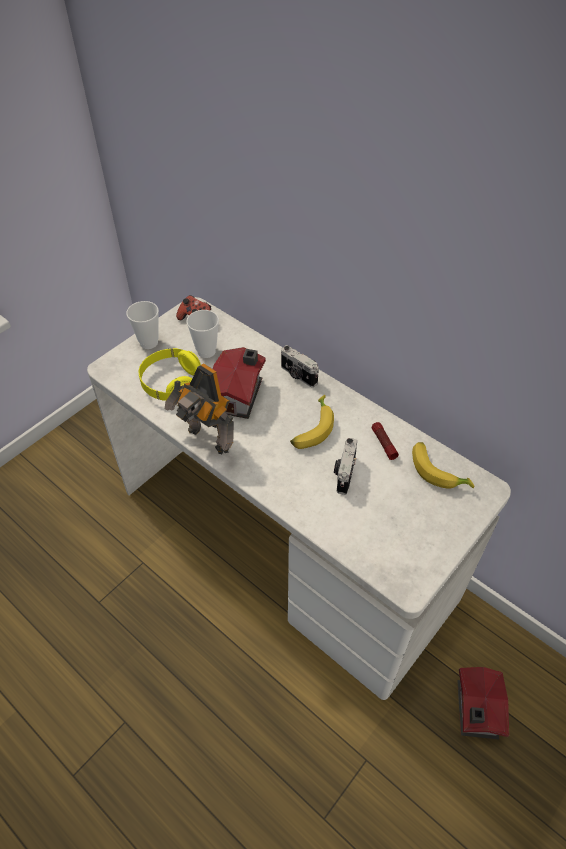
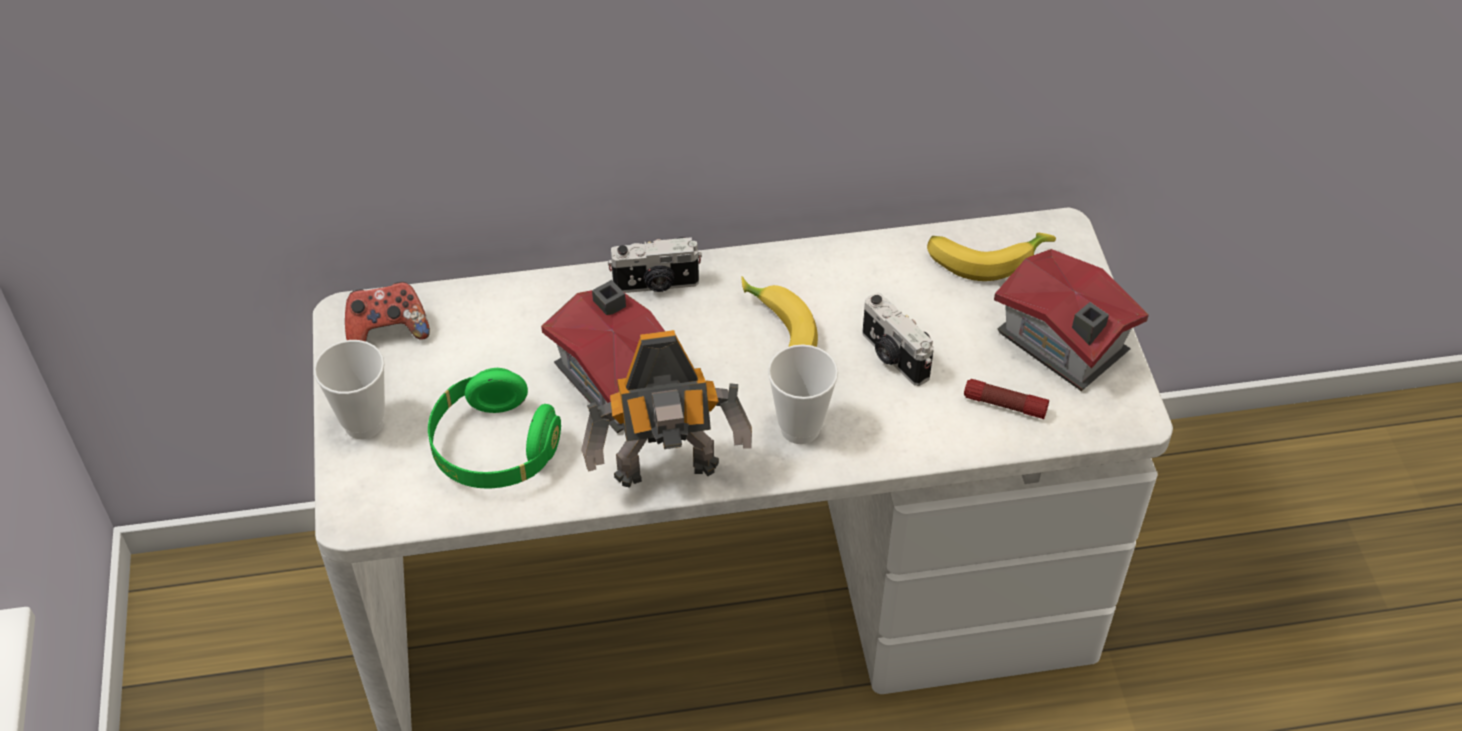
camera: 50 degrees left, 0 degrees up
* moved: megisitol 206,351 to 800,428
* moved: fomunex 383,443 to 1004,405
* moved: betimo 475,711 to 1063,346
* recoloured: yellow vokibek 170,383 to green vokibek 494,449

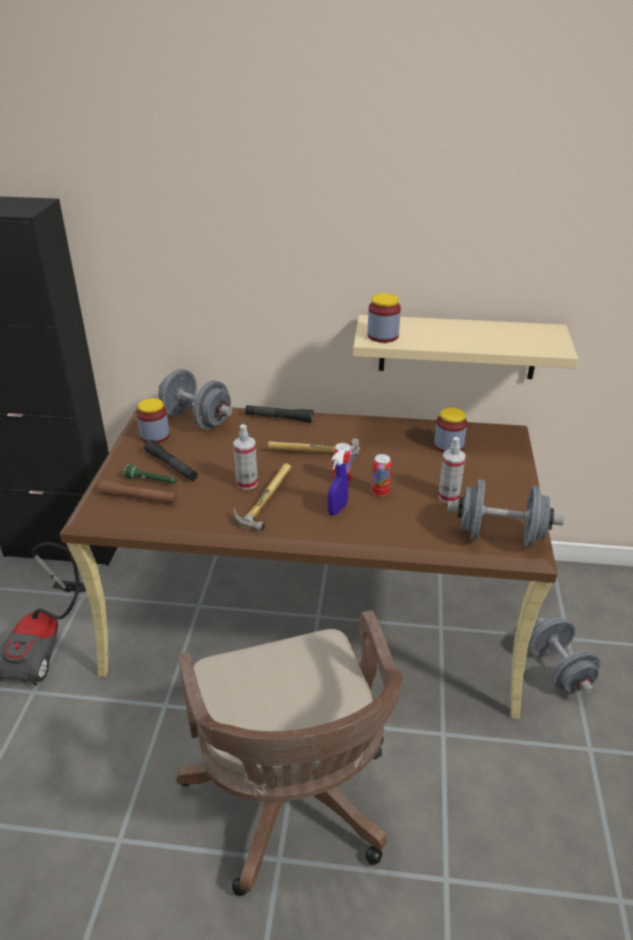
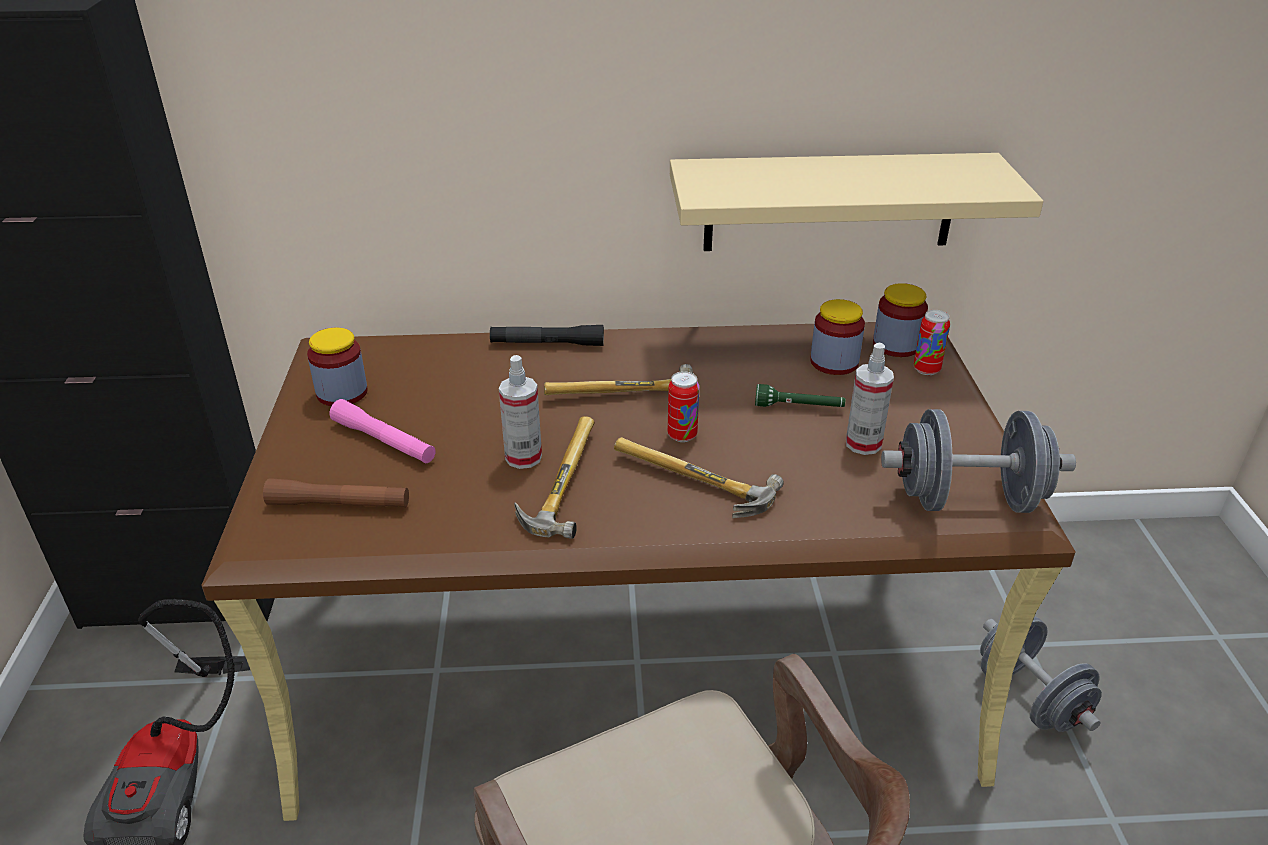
camera: 10 degrees left, 0 degrees up
* removed: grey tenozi 196,419
* moved: green fomunex 151,481 to 799,407
* moved: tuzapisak 383,336 to 896,345
* moved: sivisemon 380,492 to 926,369
* replaced: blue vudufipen 337,509 to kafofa 690,485
* recoloured: black fomunex 171,466 to pink fomunex 384,441

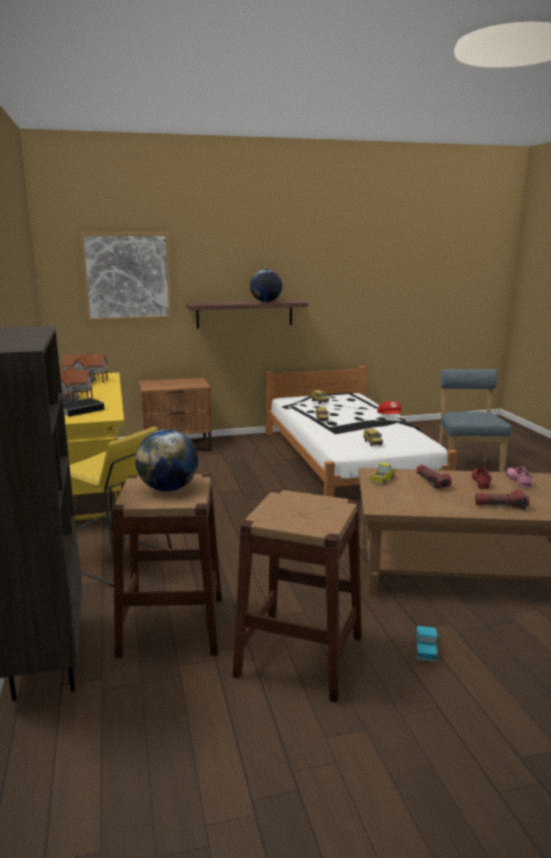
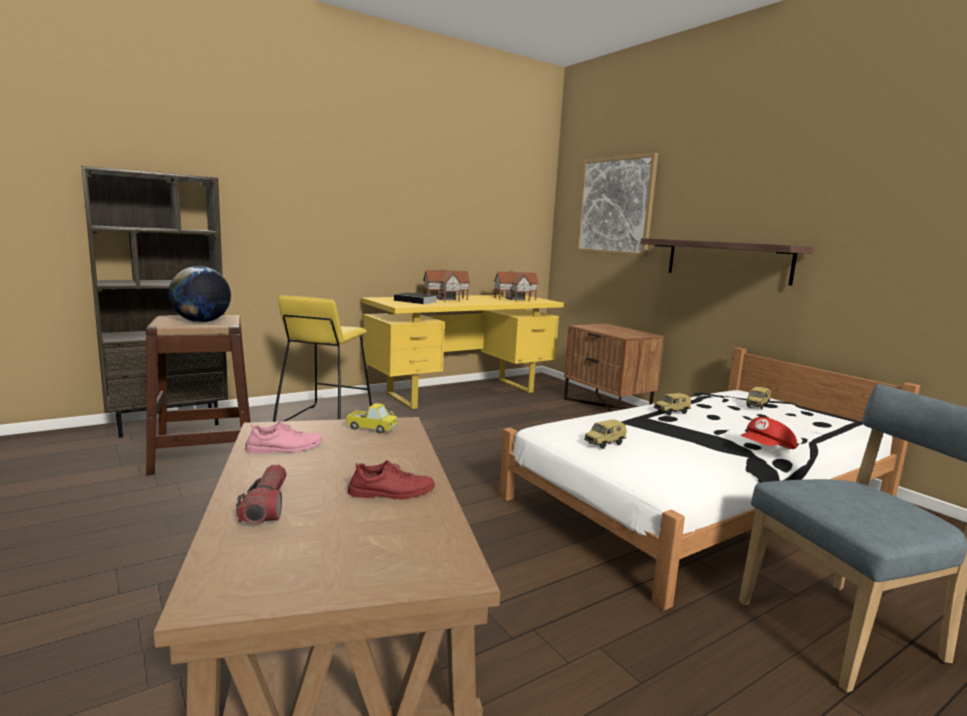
camera: 70 degrees right, 5 degrees down
* removed: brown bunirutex 300,656
* removed: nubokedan 266,302
* removed: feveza 426,650
* removed: fomunex 431,482
* moved: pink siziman 518,481 to 284,448

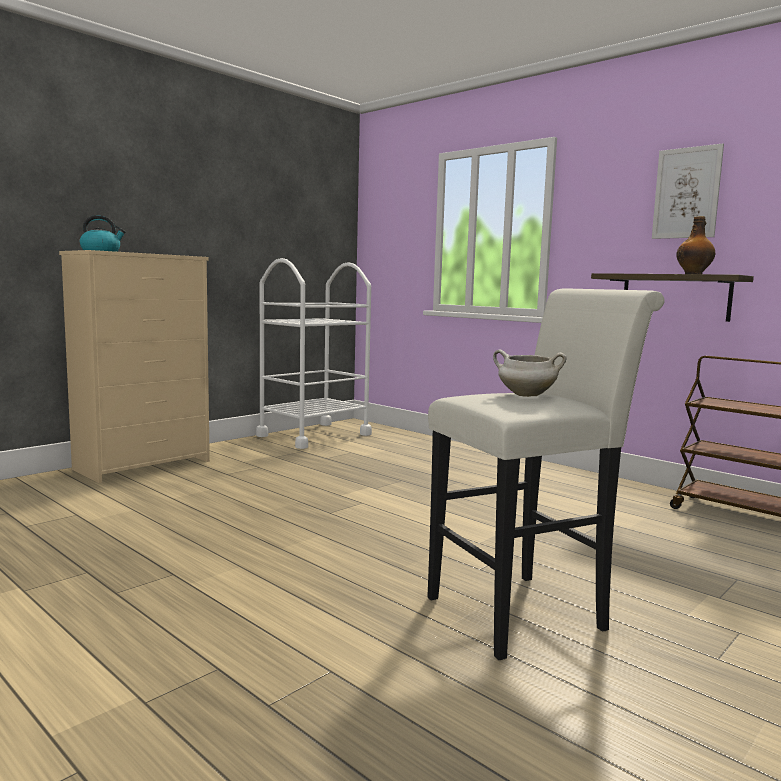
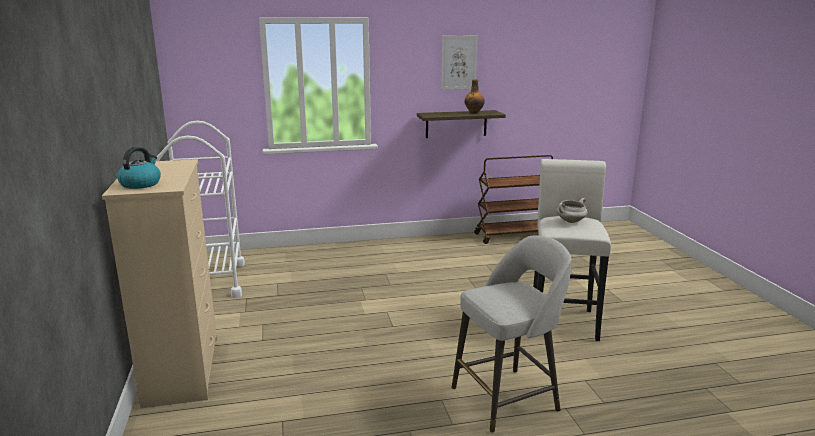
camera: 55 degrees left, 10 degrees up
* added: grey bunirutex 507,398

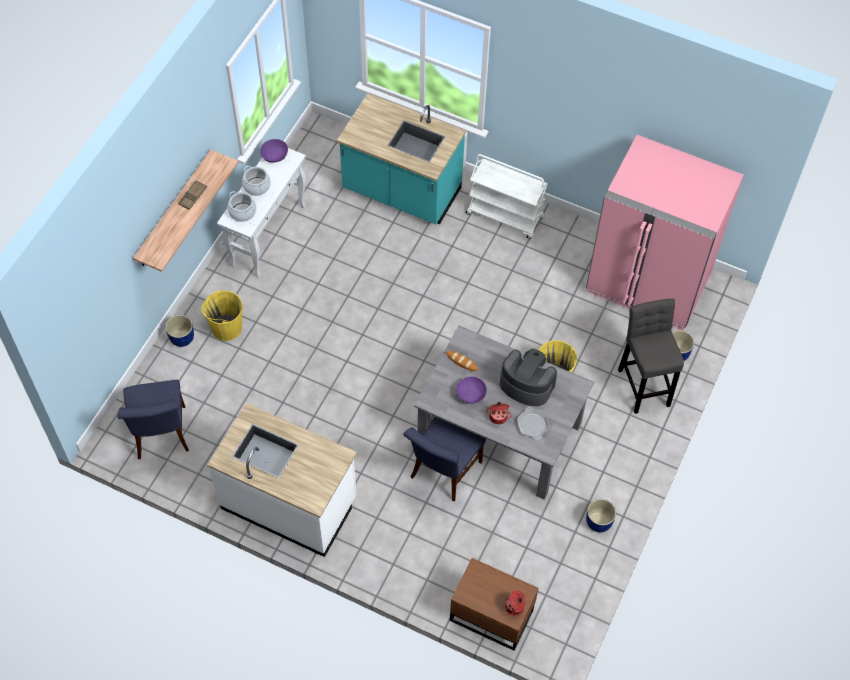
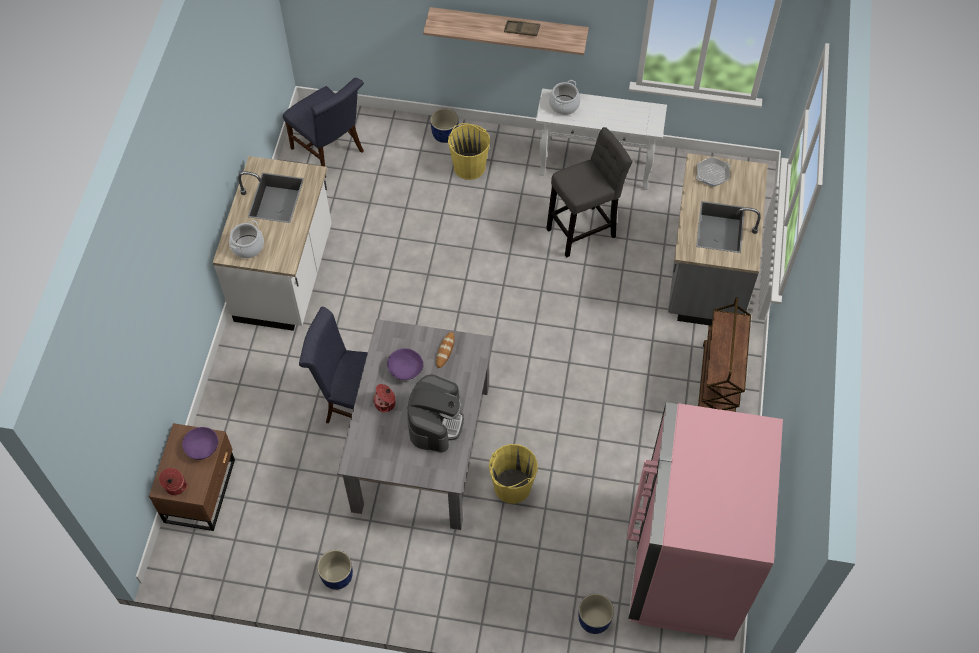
camera: 75 degrees right, 0 degrees up
* moved: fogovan 257,186 to 248,246
* moved: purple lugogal 274,155 to 203,448
* moved: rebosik 533,425 to 712,174
* moved: grey bunirutex 643,384 to 584,230
* recoloured: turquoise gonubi 401,191 to grey gonubi 706,272
* recoloured: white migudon 505,216 to brown migudon 718,384
* turned: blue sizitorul 161,436 = 330,152 105 degrees counterclockwise

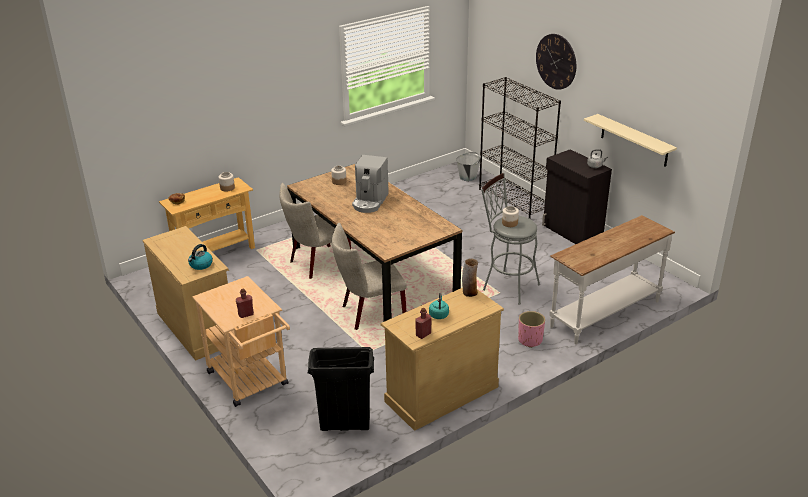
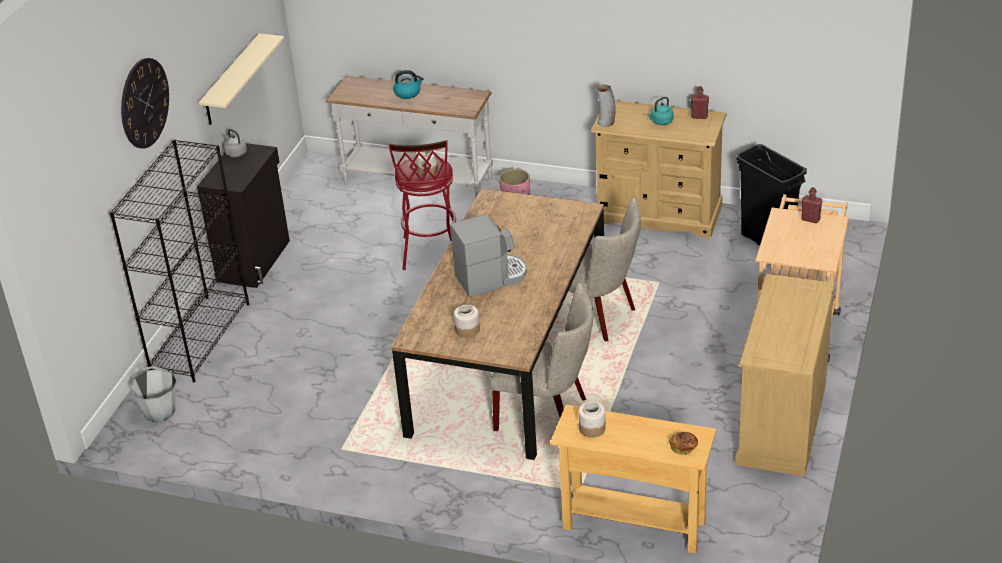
camera: 125 degrees left, 5 degrees up
* moved: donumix 201,265 to 408,93
* recoloured: grey bunirutex 507,285 to red bunirutex 431,255

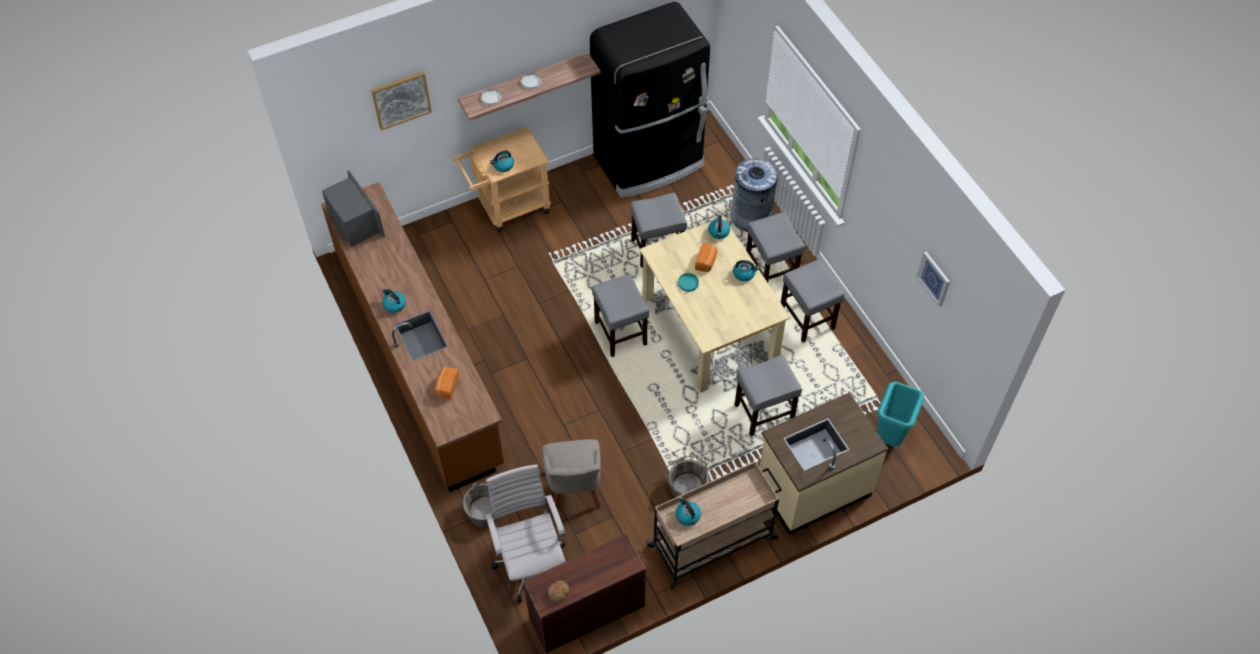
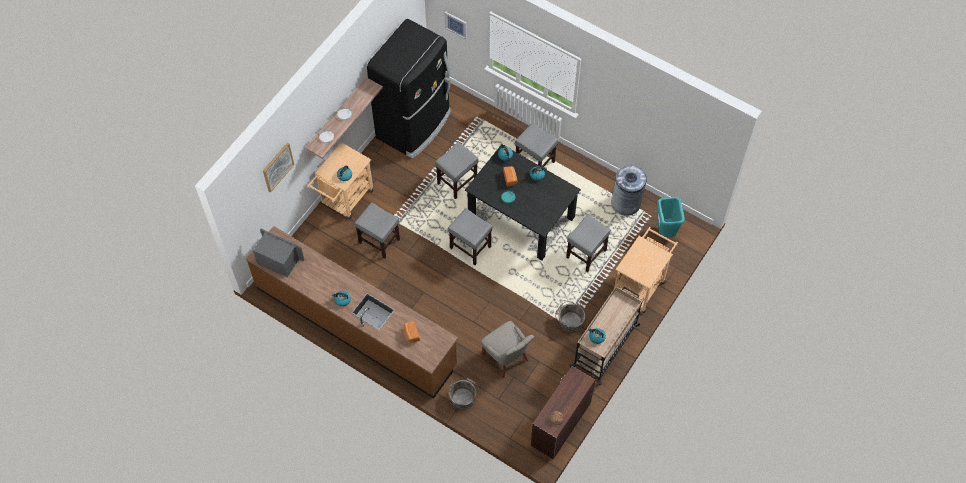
camera: 30 degrees left, 5 degrees up
* removed: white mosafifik 531,562
* moved: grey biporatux 751,217 to 626,203
* moved: grey bunirutex 807,319 to 379,241
* moved: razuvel 934,278 to 456,24
* replaced: beige gonubi 812,488 to beige migudon 641,284
* recoloured: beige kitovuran 710,327 to black kitovuran 522,216

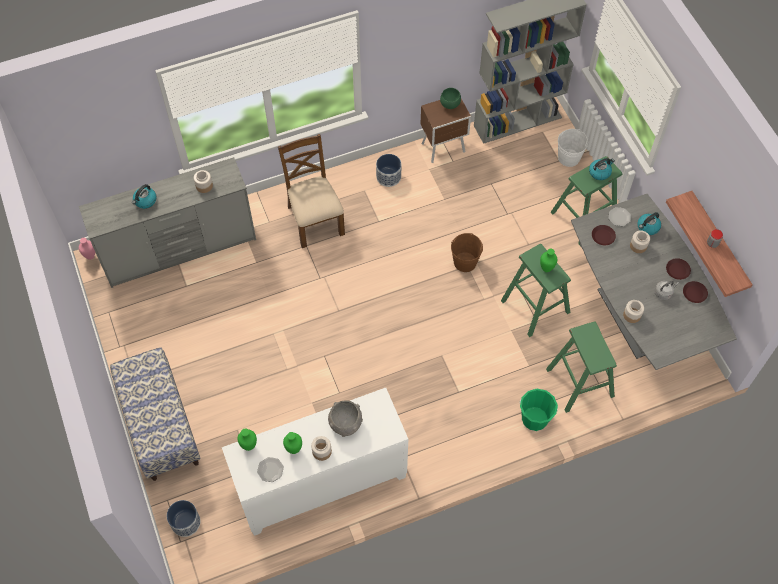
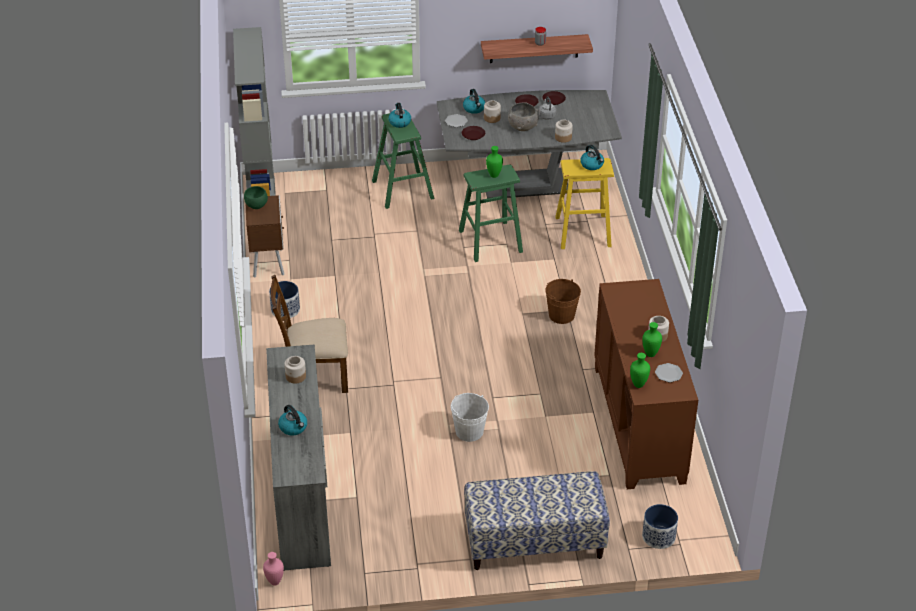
camera: 75 degrees left, 20 degrees down
* removed: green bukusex 534,418
* added: donumix 592,165
* moved: grey lugogal 345,424 to 523,127
* moved: brown bukusex 465,262 to 561,315
* moved: white bukusex 569,157 to 469,431
* recoloured: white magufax 321,483 to brown magufax 639,424
* recoloured: green bunirutex 580,382 to yellow bunirutex 582,232

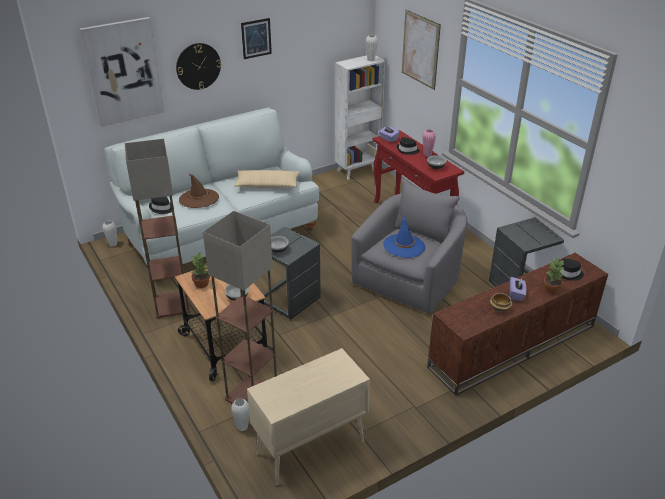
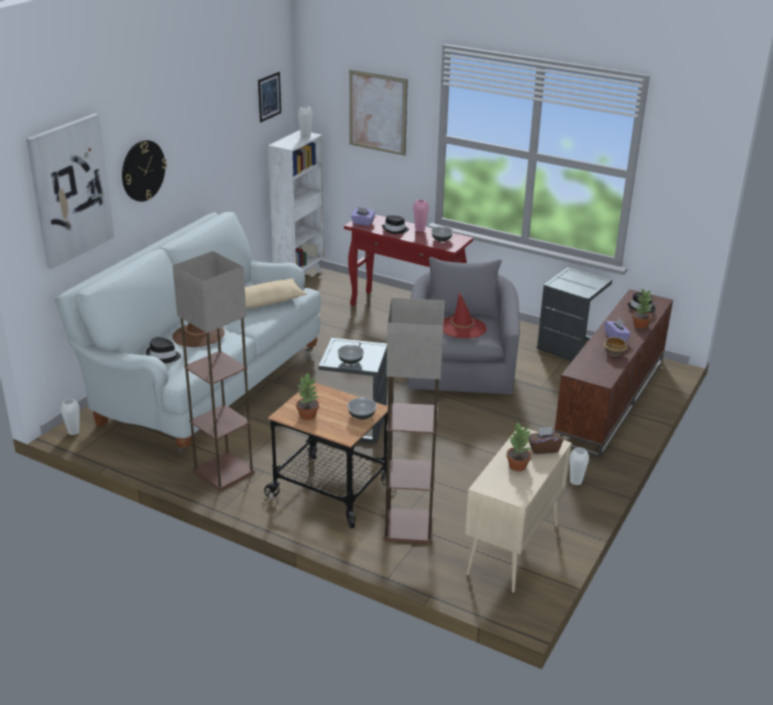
camera: 30 degrees left, 5 degrees down
* added: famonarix 517,465
* added: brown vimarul 543,449
* moved: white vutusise 242,427 to 576,482
* moved: razuvel 256,38 to 269,96
* recoloured: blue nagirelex 404,246 to red nagirelex 462,328

